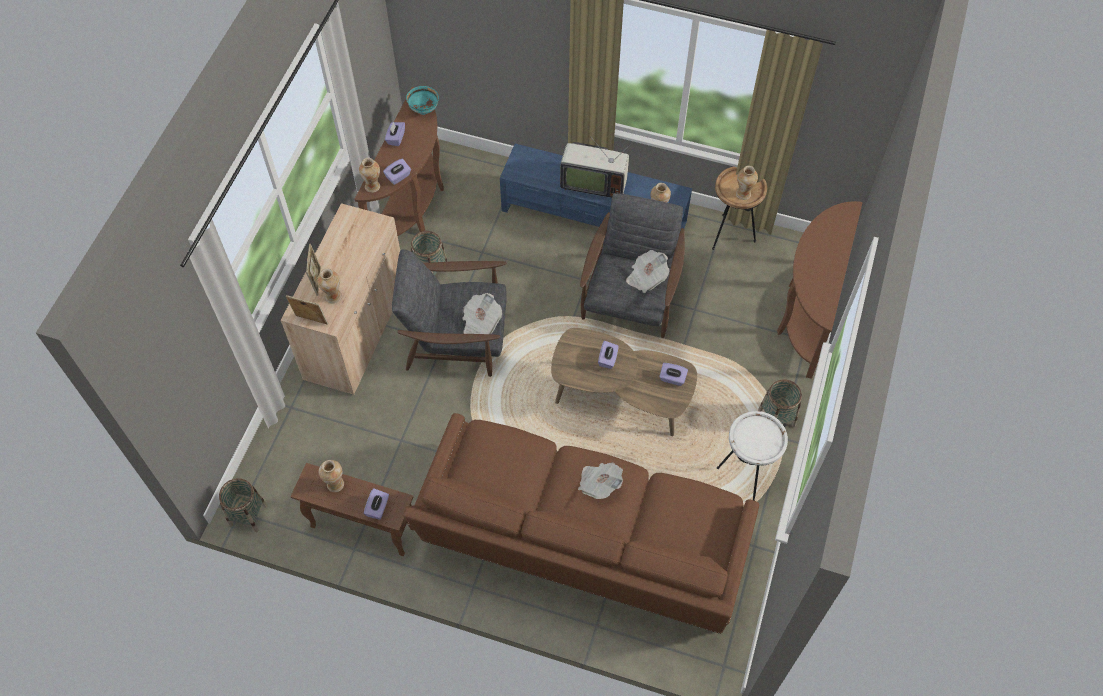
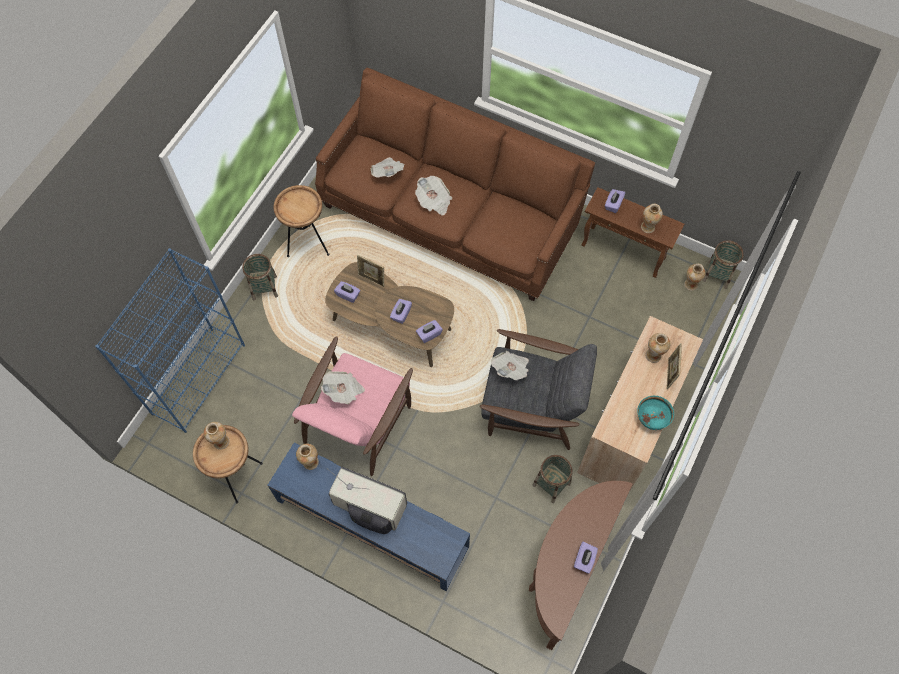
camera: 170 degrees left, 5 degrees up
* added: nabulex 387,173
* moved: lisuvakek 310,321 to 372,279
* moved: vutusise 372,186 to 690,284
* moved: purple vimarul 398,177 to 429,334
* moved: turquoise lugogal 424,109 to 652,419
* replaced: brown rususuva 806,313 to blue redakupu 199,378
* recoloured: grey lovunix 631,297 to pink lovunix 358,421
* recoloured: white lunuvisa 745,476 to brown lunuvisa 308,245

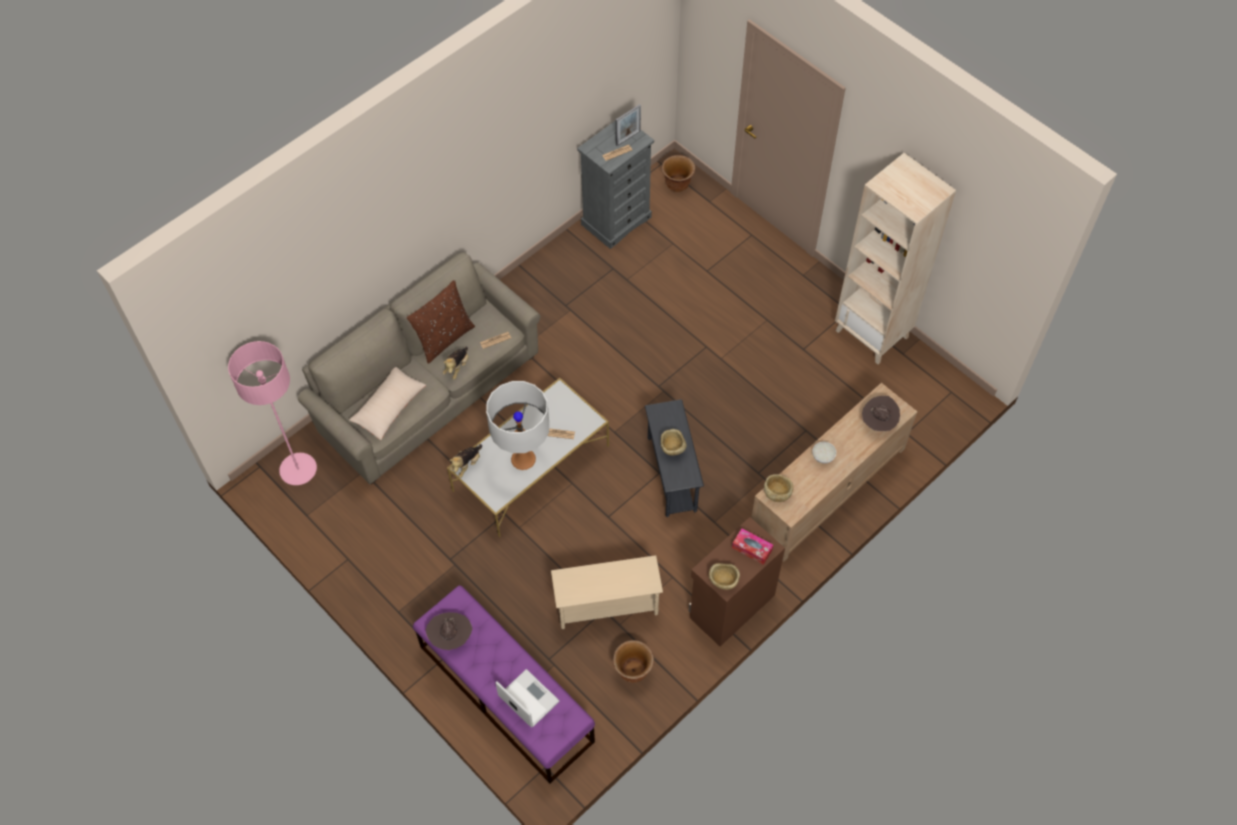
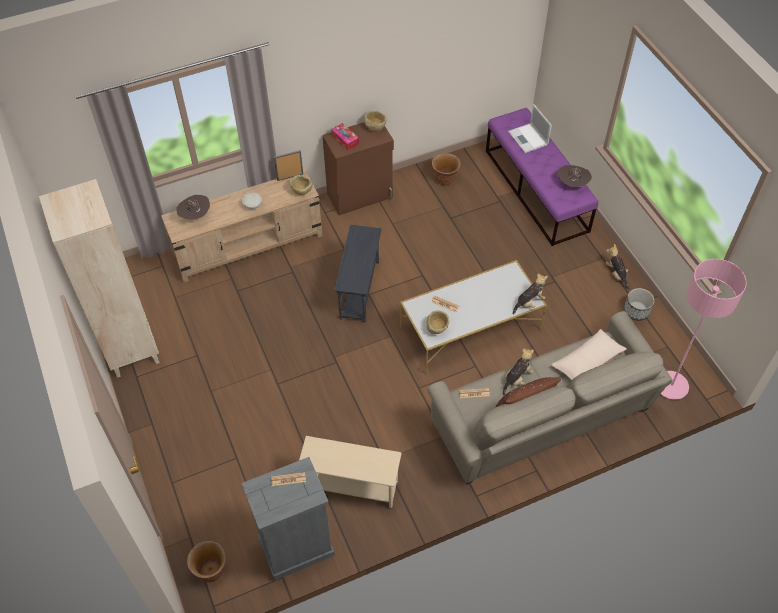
camera: 160 degrees left, 5 degrees down
* removed: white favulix 523,459
* added: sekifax 616,274
* added: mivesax 636,311
* moved: beige lunuvisa 607,607 to 351,487
* moved: lisuvakek 628,138 to 290,177
* moved: beige lugogal 672,449 to 437,329

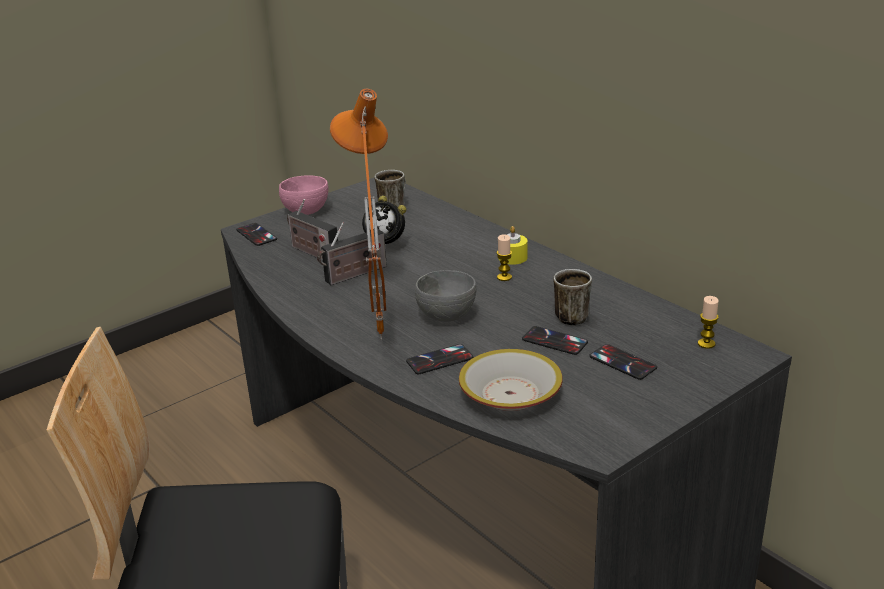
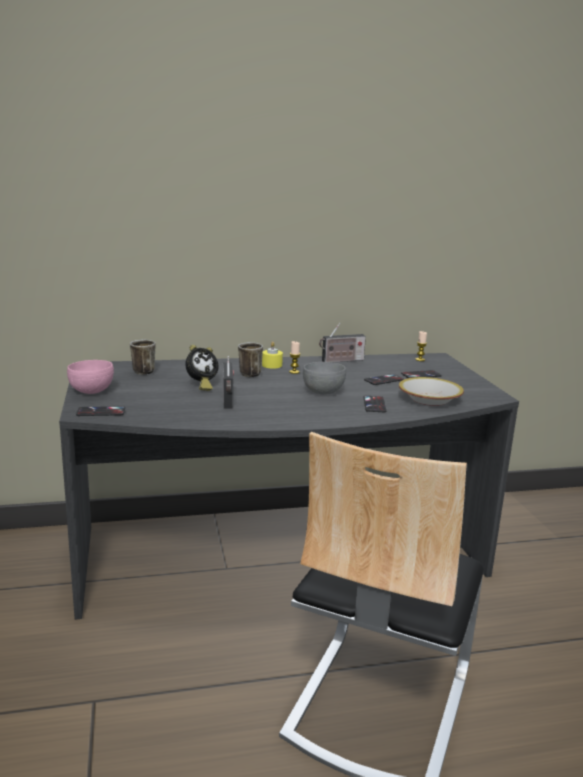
camera: 65 degrees left, 10 degrees down
* removed: orange favulix 376,338
* moved: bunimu 312,253 to 341,361
* moved: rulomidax 573,315 to 247,374

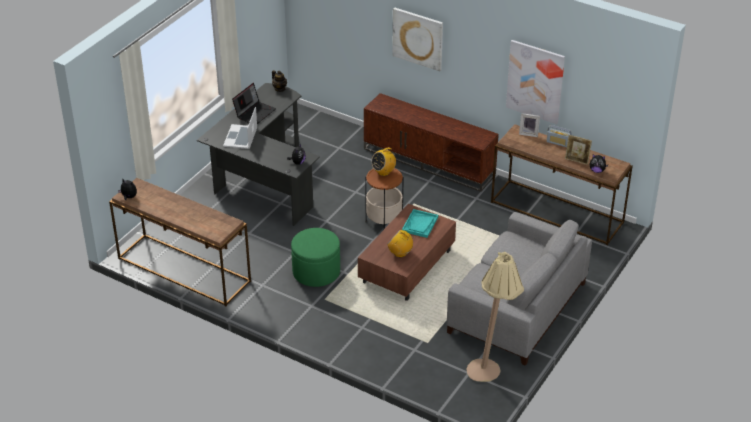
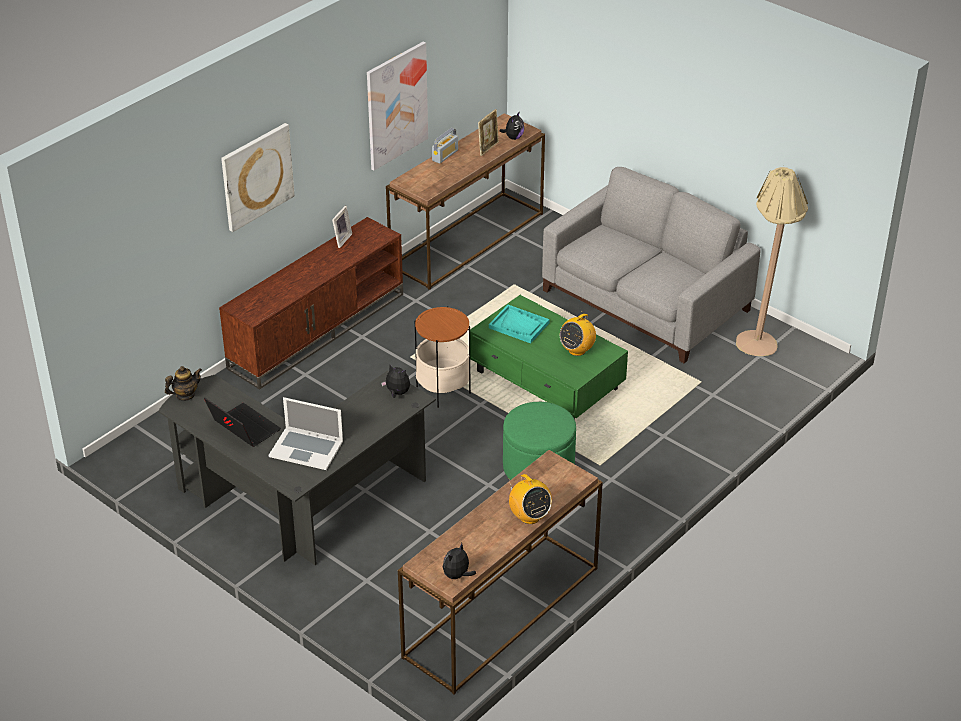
camera: 80 degrees left, 0 degrees up
* moved: bunimu 383,172 to 529,516
* moved: lisuvakek 528,133 to 340,239
* recoloured: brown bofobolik 406,267 to green bofobolik 547,381

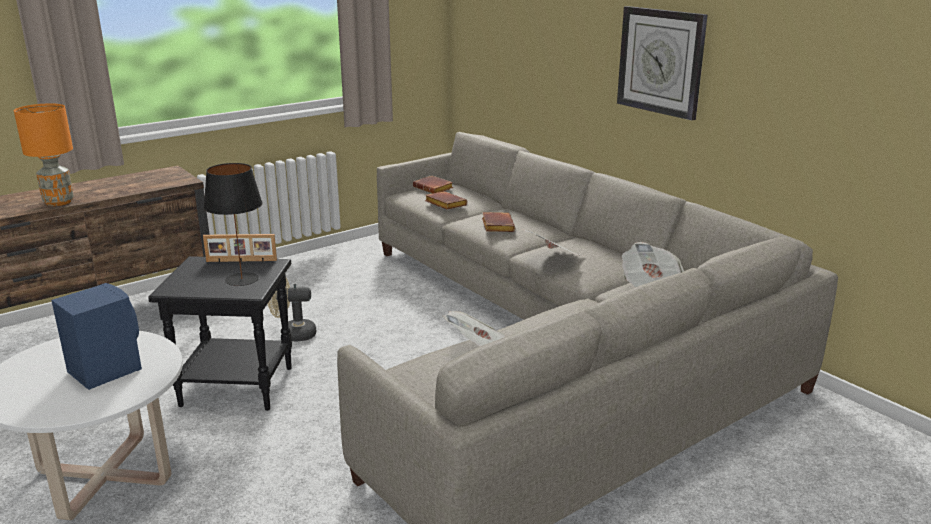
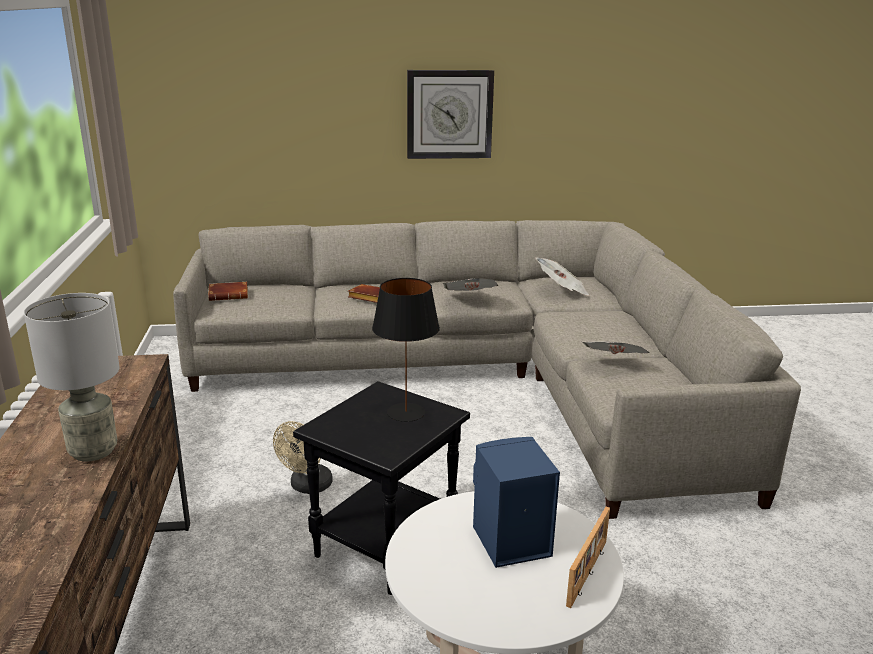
camera: 60 degrees left, 0 degrees up
* removed: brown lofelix 444,204
* moved: lisuvakek 241,261 to 588,573
* recoloured: orange favulix 58,202 to grey favulix 92,452

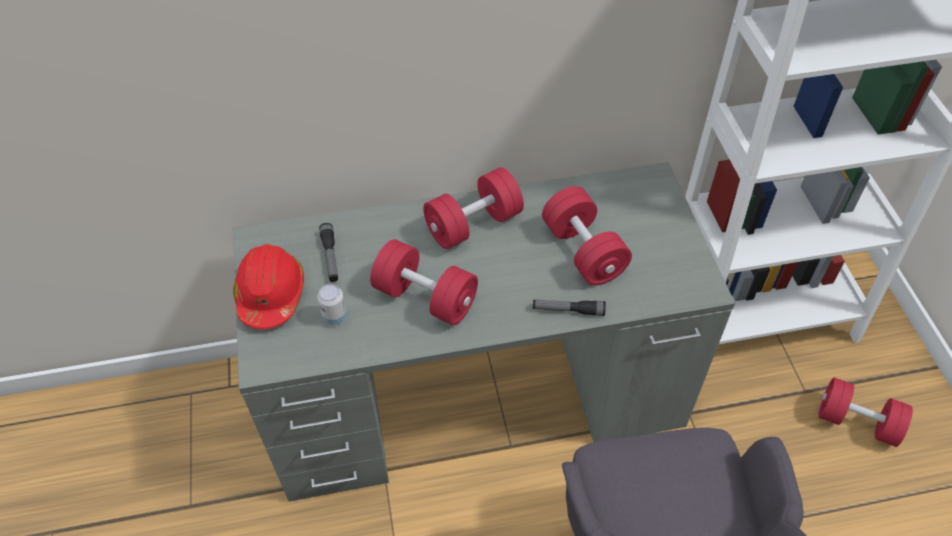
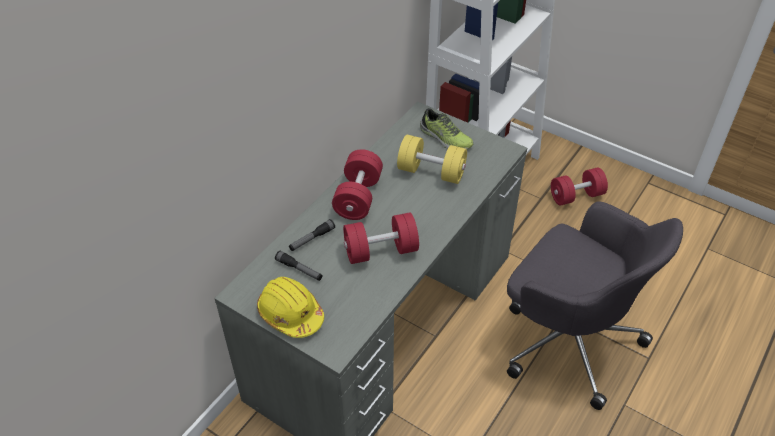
camera: 45 degrees left, 5 degrees down
* removed: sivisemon 335,317
* added: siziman 445,138
* moved: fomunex 568,310 to 312,239
* recoloured: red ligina 271,294 to yellow ligina 290,314
* recoloured: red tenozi 583,251 to yellow tenozi 431,172

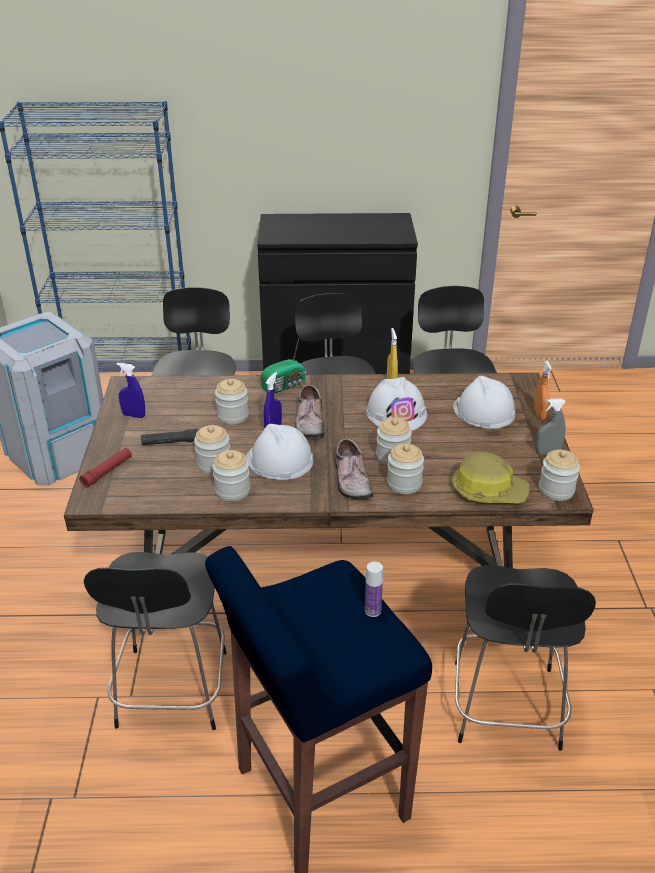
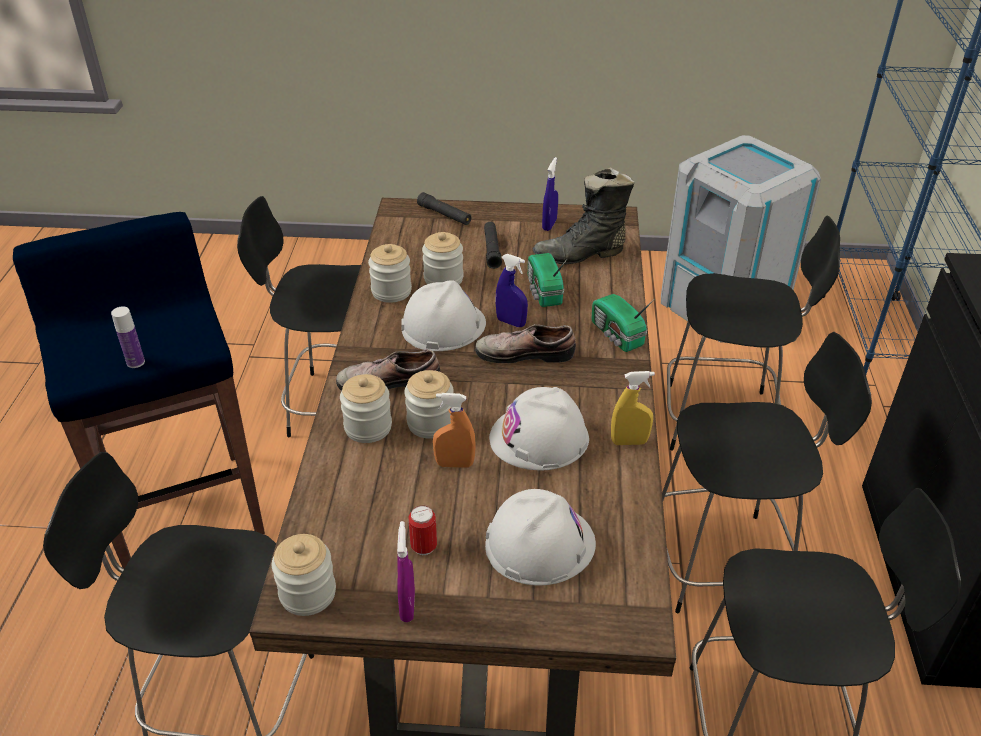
camera: 95 degrees right, 5 degrees up
* removed: ligina 488,491
* added: sivisemon 424,547
* added: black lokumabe 581,255
* moved: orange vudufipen 539,414 to 454,464
* replaced: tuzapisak 232,416 to bunimu 543,292
* recoloured: red fomunex 107,472 to black fomunex 444,215
* recoloured: grey vudufipen 547,452 to purple vudufipen 407,606

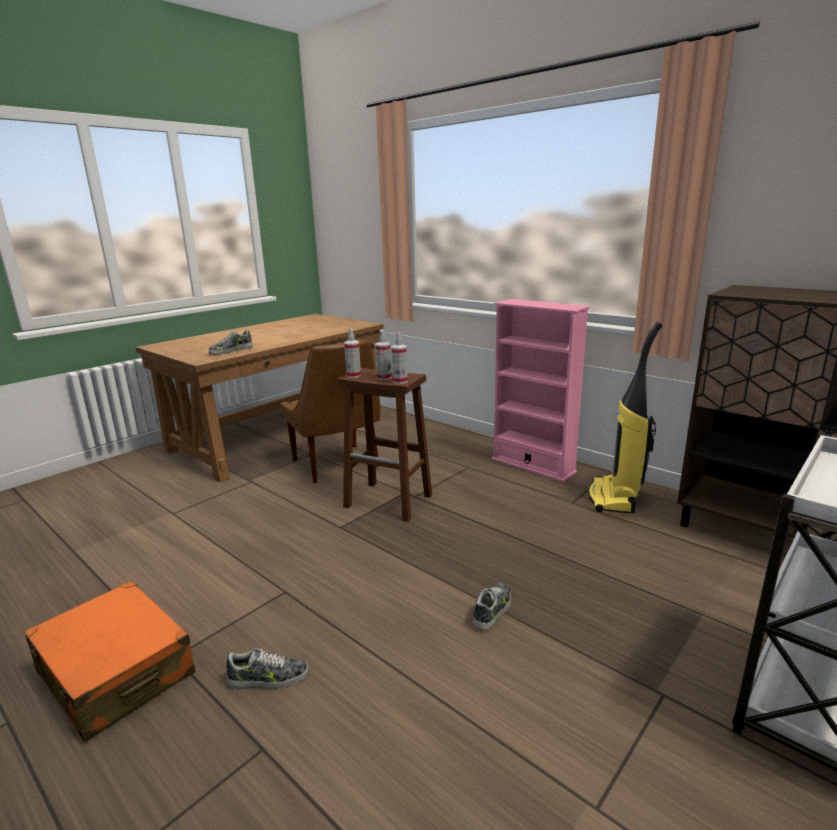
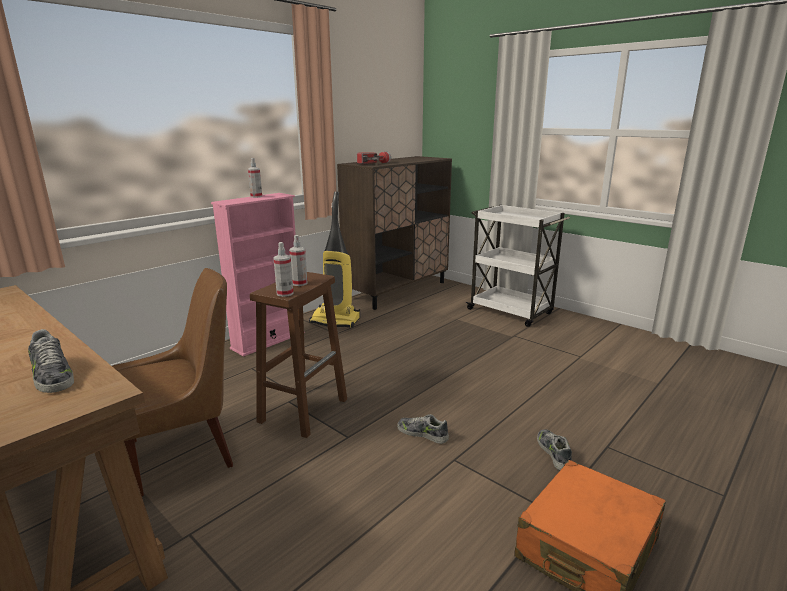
camera: 90 degrees left, 0 degrees up
* added: fomunex 374,163
* moved: vudufipen 400,381 to 256,196
* moved: siziman 493,610 to 422,433

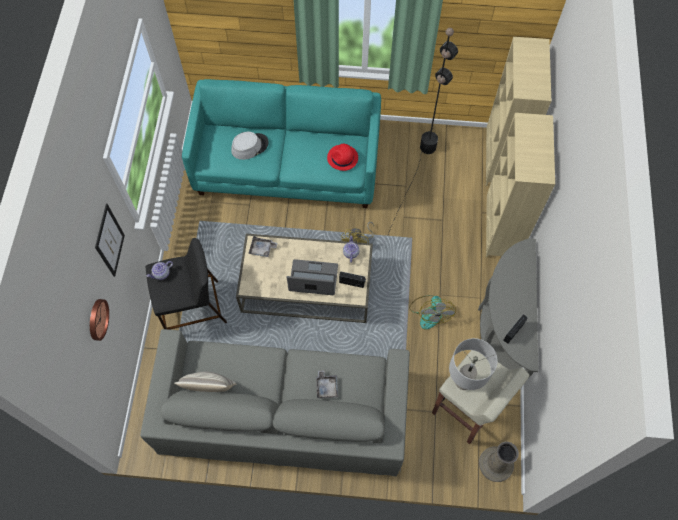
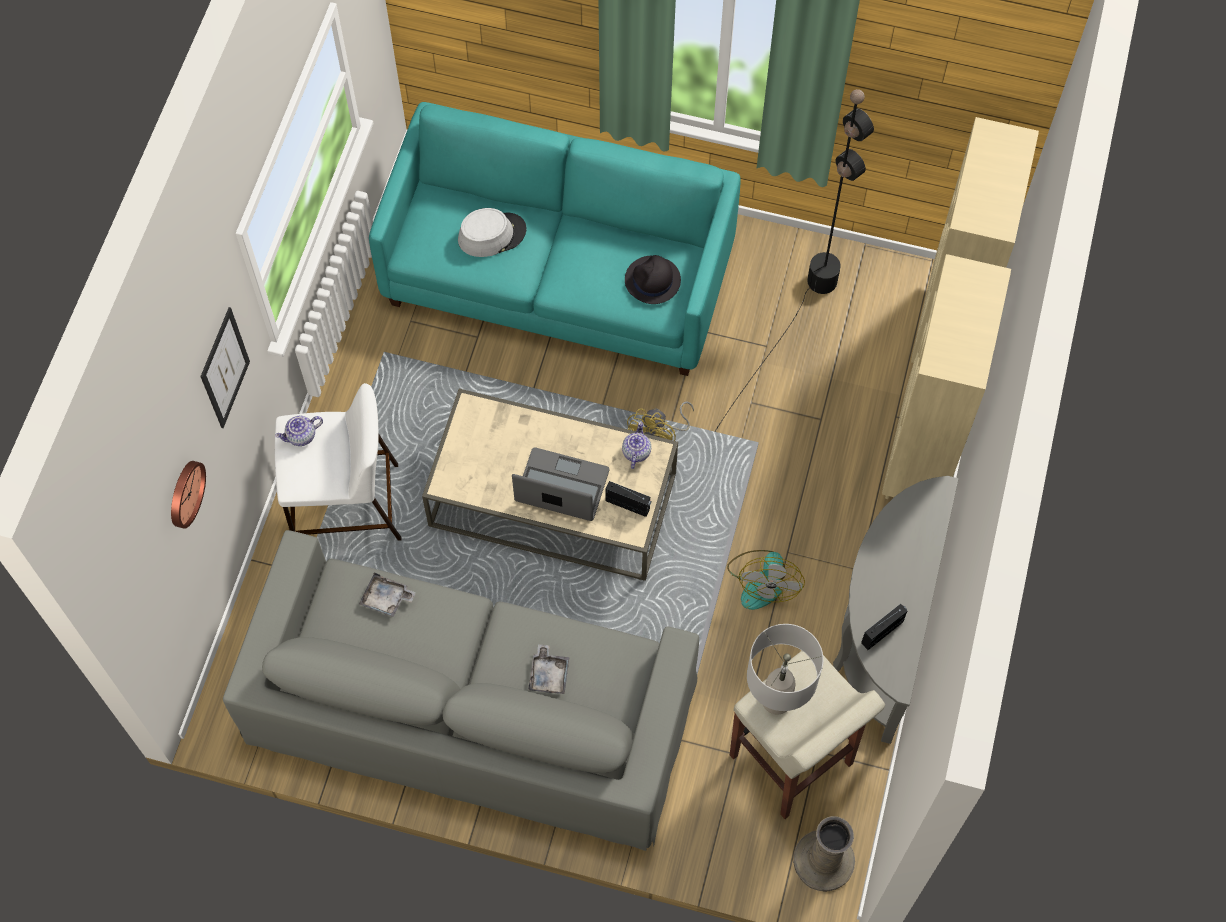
camera: 10 degrees right, 0 degrees up
* removed: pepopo 210,388
* moved: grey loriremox 262,249 to 386,599
* recoloured: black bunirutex 192,309 to white bunirutex 345,506
* recoloured: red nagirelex 342,158 to black nagirelex 652,281

